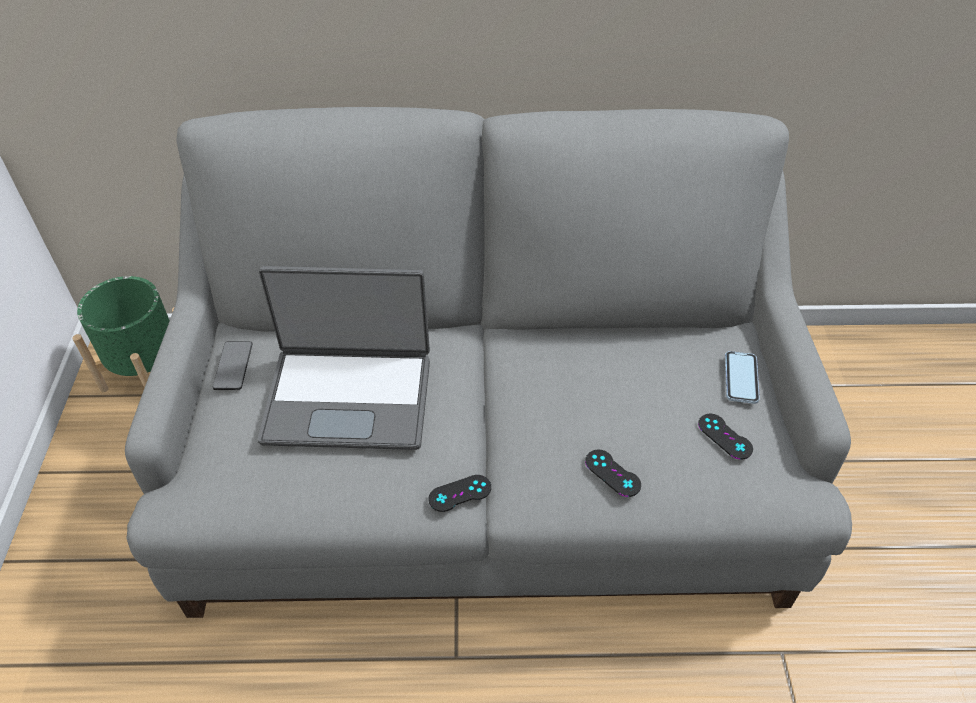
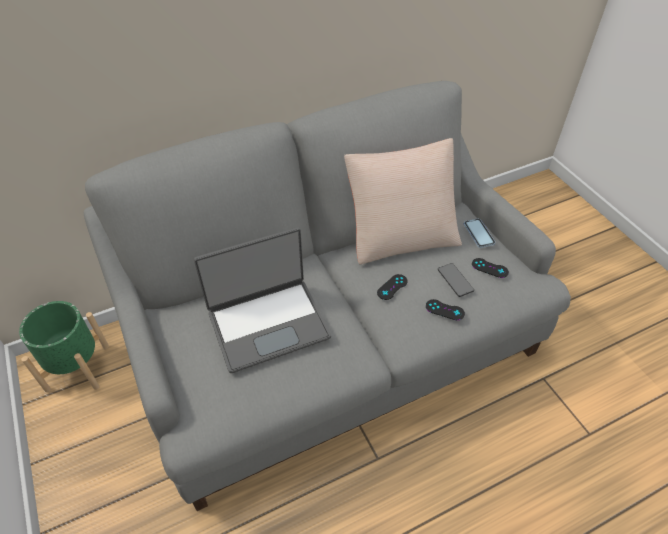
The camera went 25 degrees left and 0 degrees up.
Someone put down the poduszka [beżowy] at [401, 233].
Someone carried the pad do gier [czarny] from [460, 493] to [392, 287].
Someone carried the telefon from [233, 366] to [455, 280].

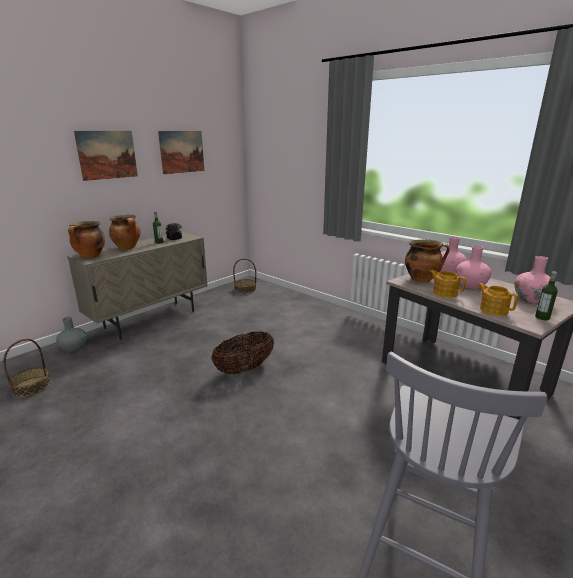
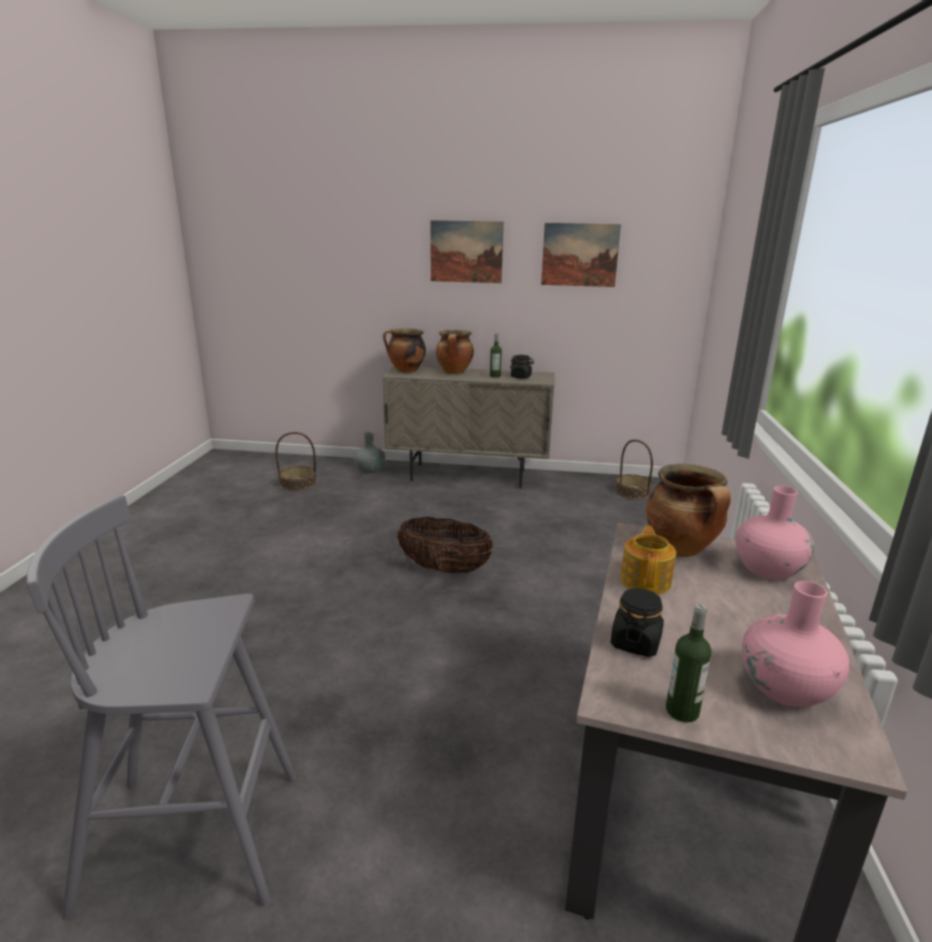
The camera went 55 degrees right and 0 degrees up.
Someone swapped the imbryk at [493, 310] for the słoik [czarny] at [635, 642].
Someone took away the wazon [różowy] at [470, 285].

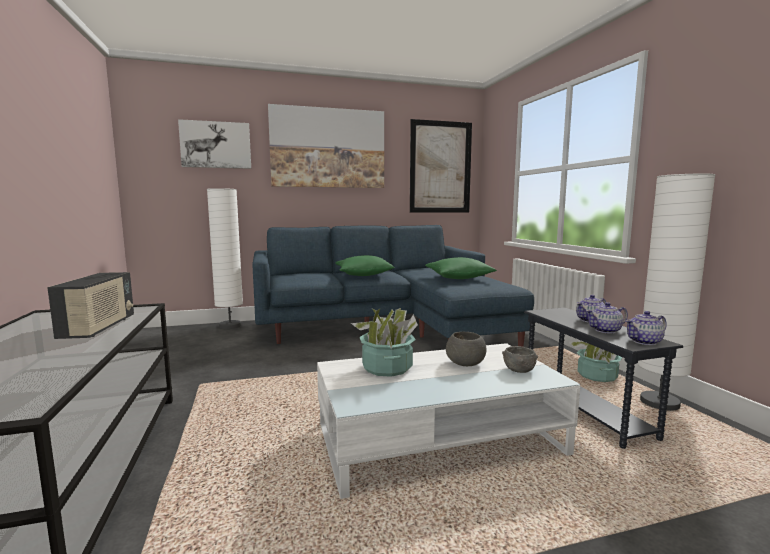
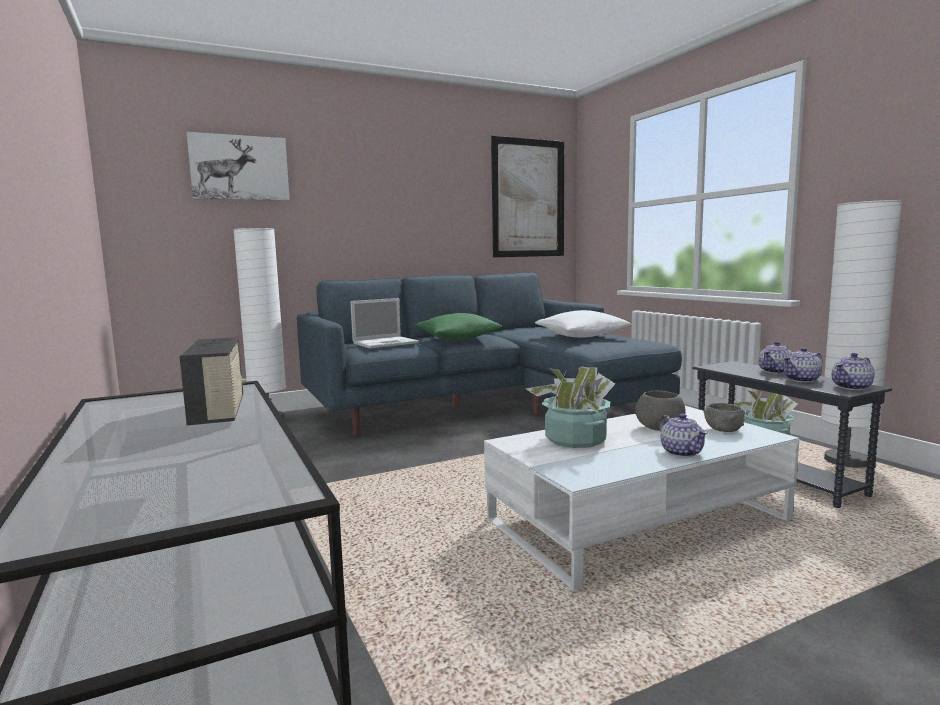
The camera went 10 degrees left and 0 degrees up.
Someone put down the laptop at [386, 343].
Someone repainted the poduszka [zielony] at [458, 278], which became the poduszka [biały] at [581, 337].
Someone put down the imbryk at [681, 452].
Someone took away the obraz at [328, 148].

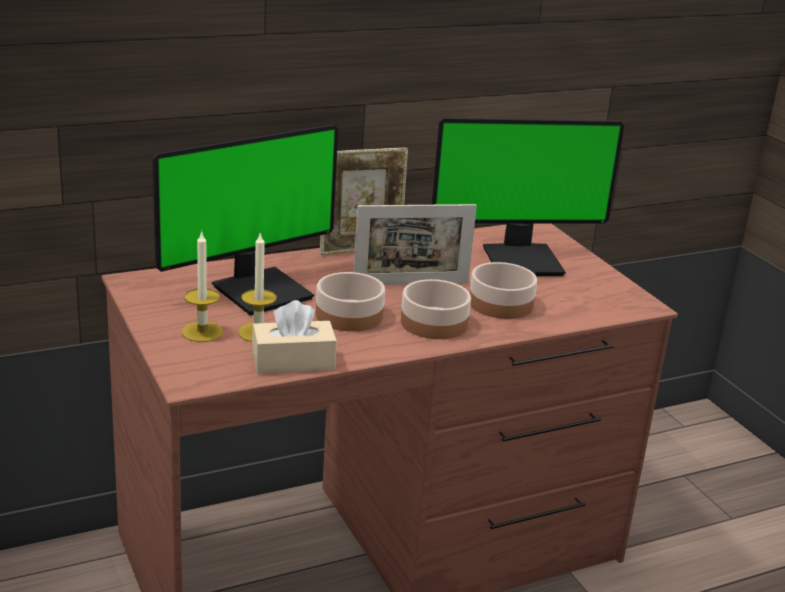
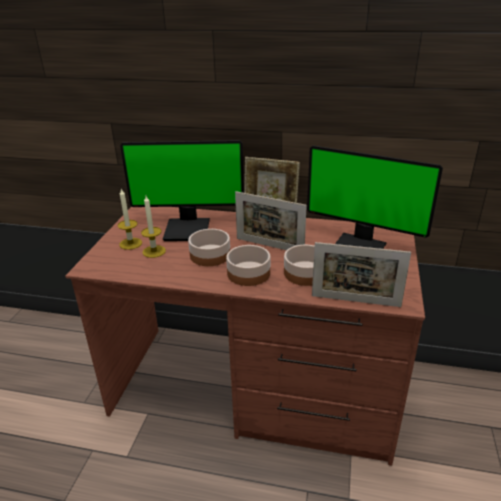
The camera went 40 degrees right and 5 degrees up.
Someone put down the ramka na zdjęcie at [355, 301].
Someone took away the pudełko chusteczek [beżowy] at [293, 361].

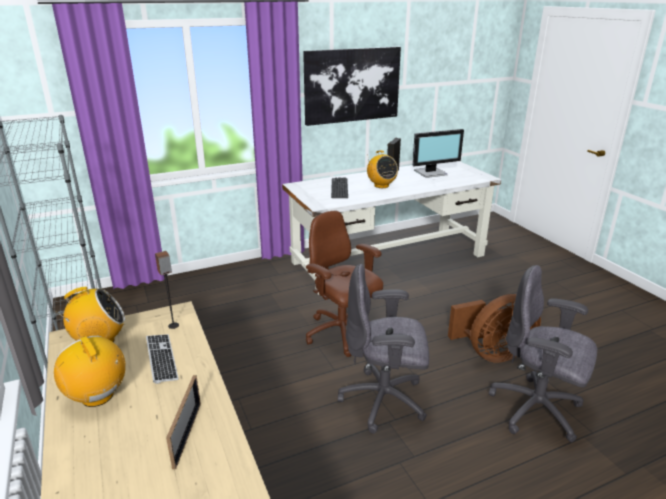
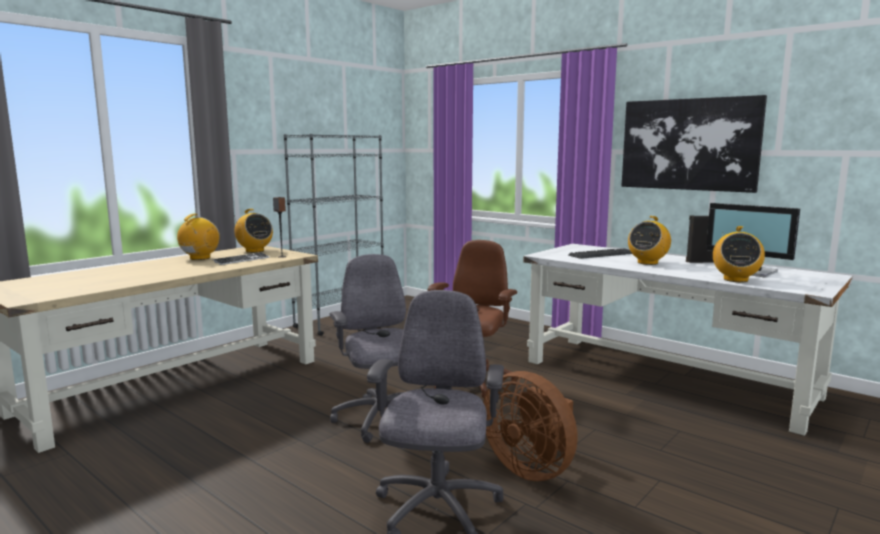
The camera went 65 degrees right and 15 degrees down.
Someone put down the radio at [735, 279].
Someone took away the ramka na zdjęcie at [187, 434].

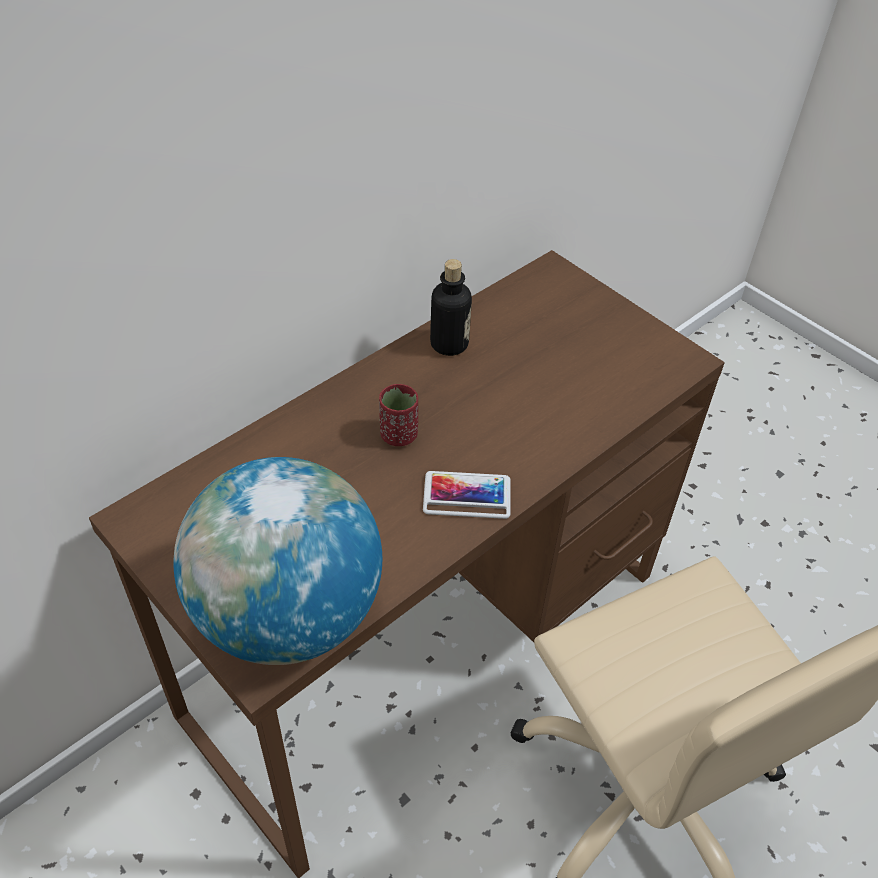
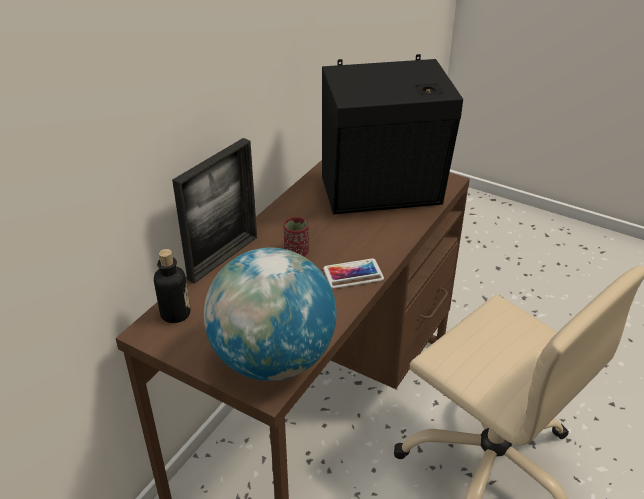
The camera went 15 degrees left and 10 degrees down.
Someone carried the butelka from [449, 344] to [175, 314].
Someone put down the ramka na zdjęcie at [223, 258].
Someone put down the głośnik [czarny] at [384, 194].

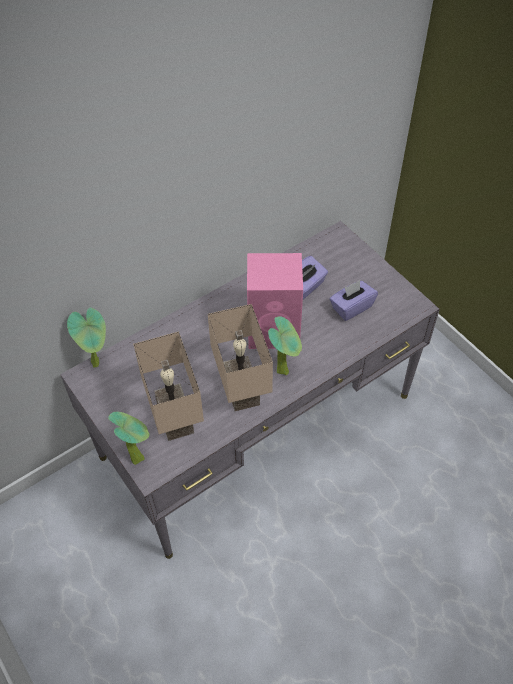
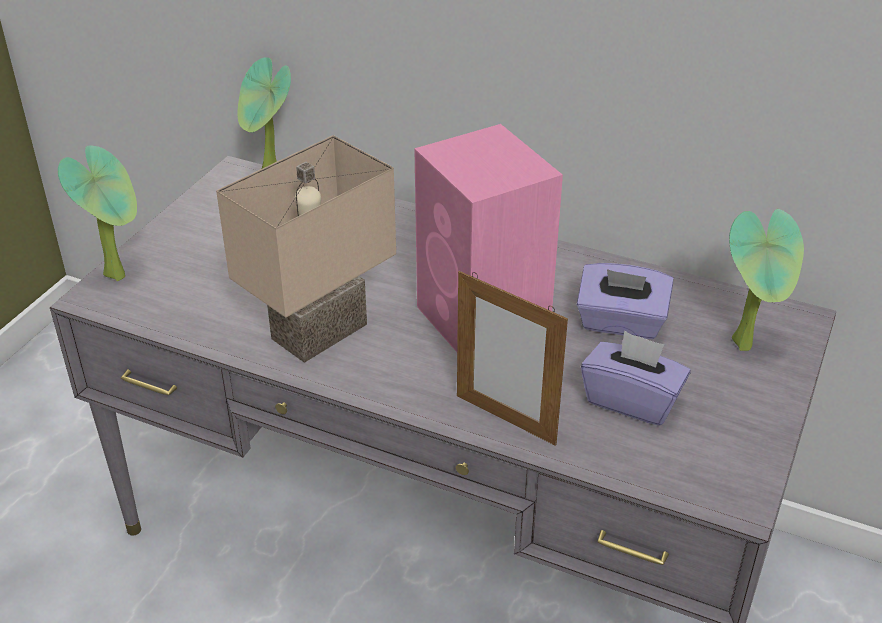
The camera went 60 degrees right and 15 degrees down.
Someone put down the ramka na zdjęcie at [505, 419].
Someone carried the roślina doniczkowa from [284, 370] to [747, 345].
Someone took away the lampa stołowa [beżowy] at [173, 419].

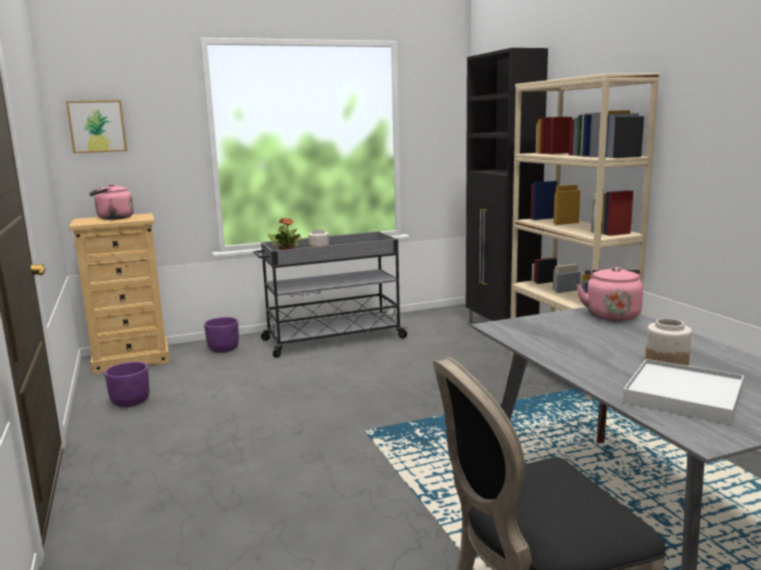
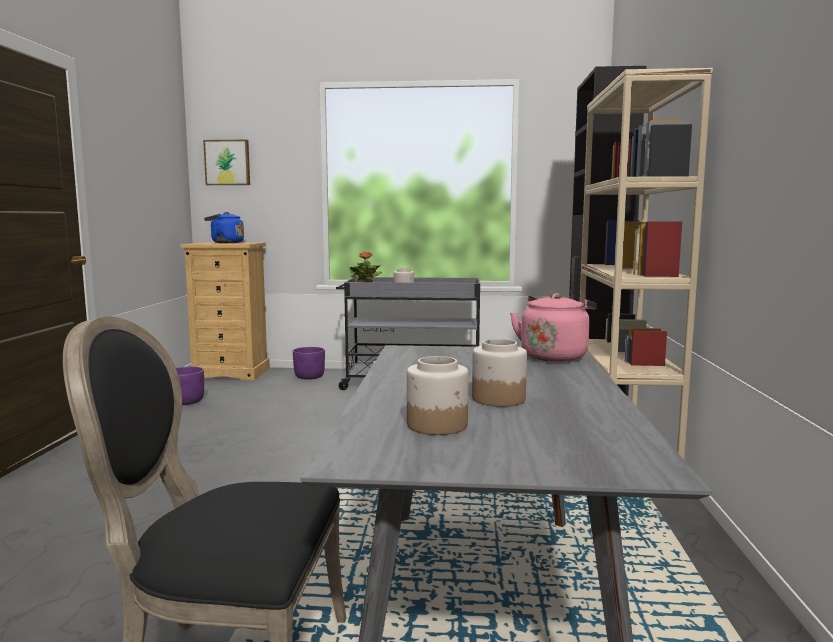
The camera went 25 degrees right and 5 degrees down.
Someone repainted the czajnik [różowy] at [113, 218], which became the czajnik [niebieski] at [225, 243].
Someone swapped the taca [biały] at [684, 395] for the słoik at [438, 425].

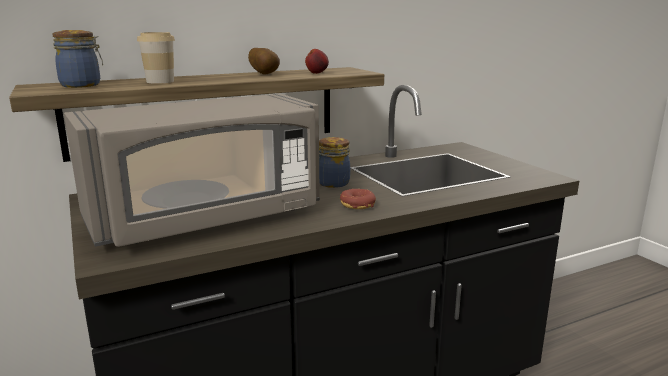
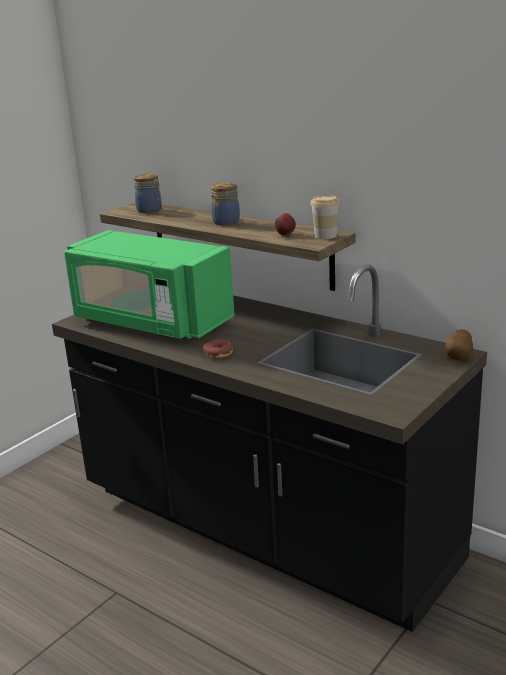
The camera went 65 degrees right and 5 degrees up.
Someone repainted the mikrofalówka [szary] at [208, 218], which became the mikrofalówka [zielony] at [151, 322].
Someone carried the słoik from [332, 183] to [225, 222].
Someone carried the filiżanka from [160, 81] to [325, 236].
Someone carried the ziemniak from [265, 74] to [459, 358].

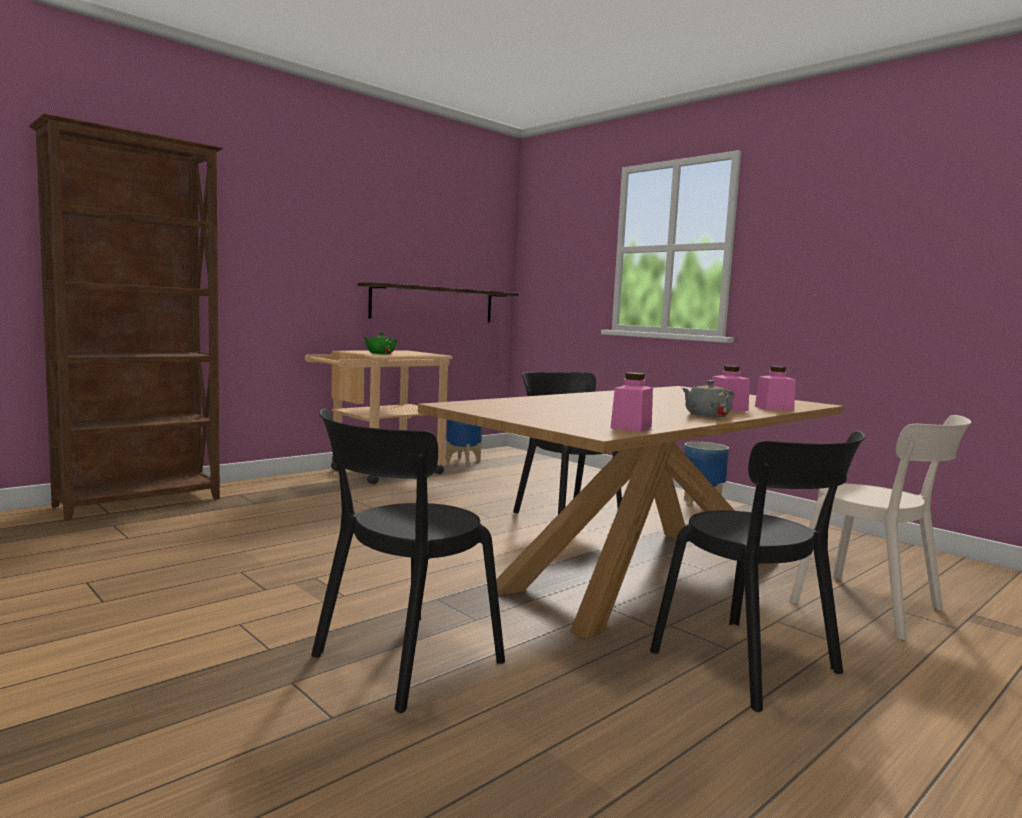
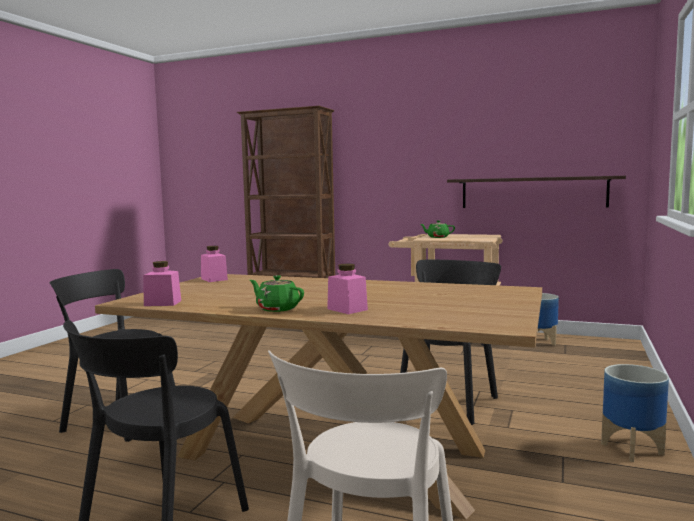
The camera went 65 degrees right and 0 degrees up.
Someone carried the słoik [różowy] from [774, 408] to [214, 279].
Someone repainted the imbryk [szary] at [706, 415], which became the imbryk [zielony] at [277, 308].

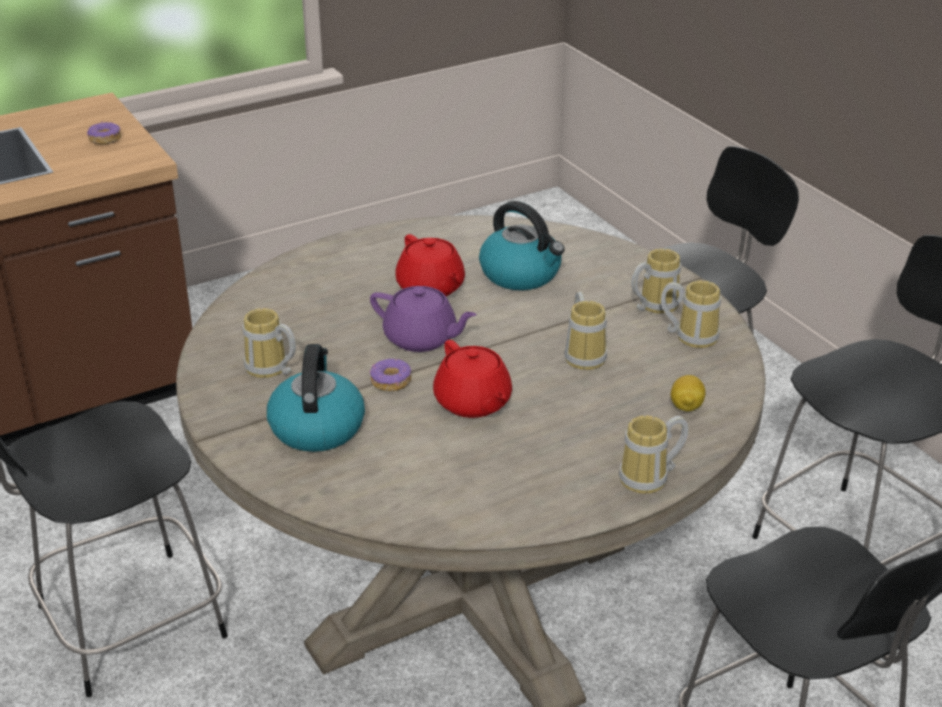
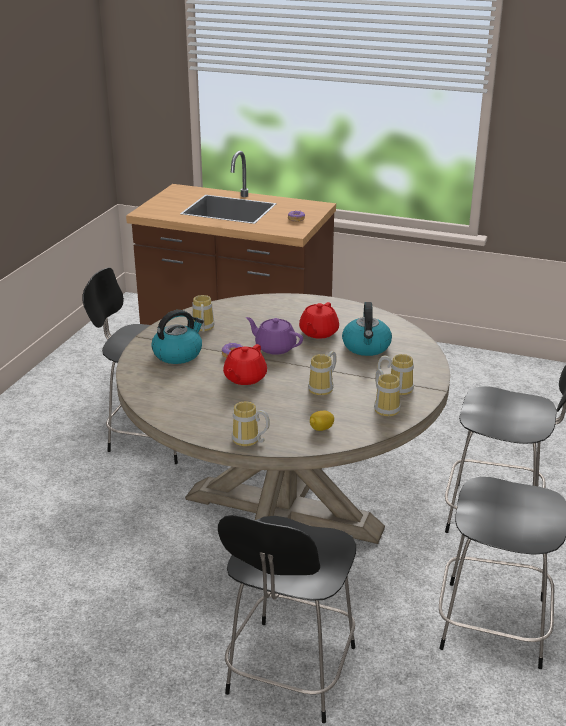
The camera went 50 degrees right and 5 degrees down.
Someone rotated the imbryk [fioletowy] at [421, 339] by 135 degrees clockwise.

